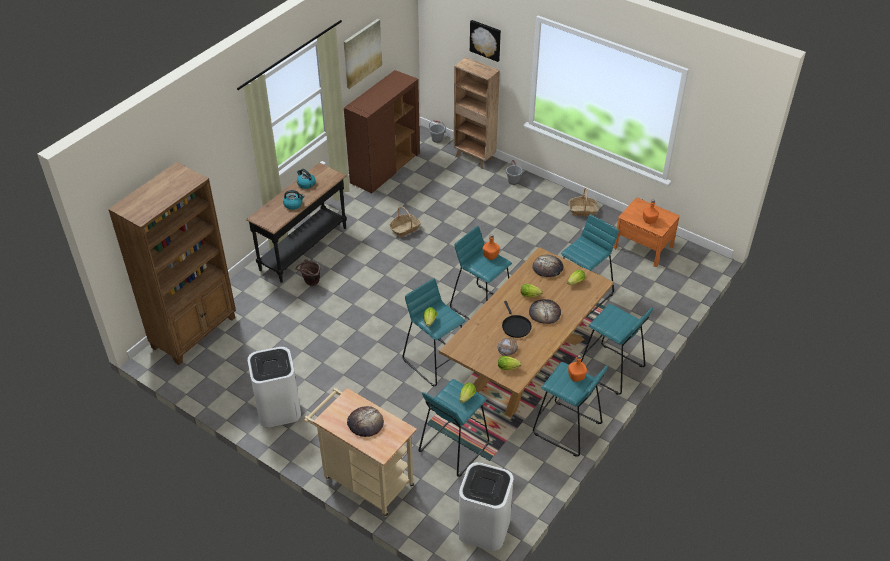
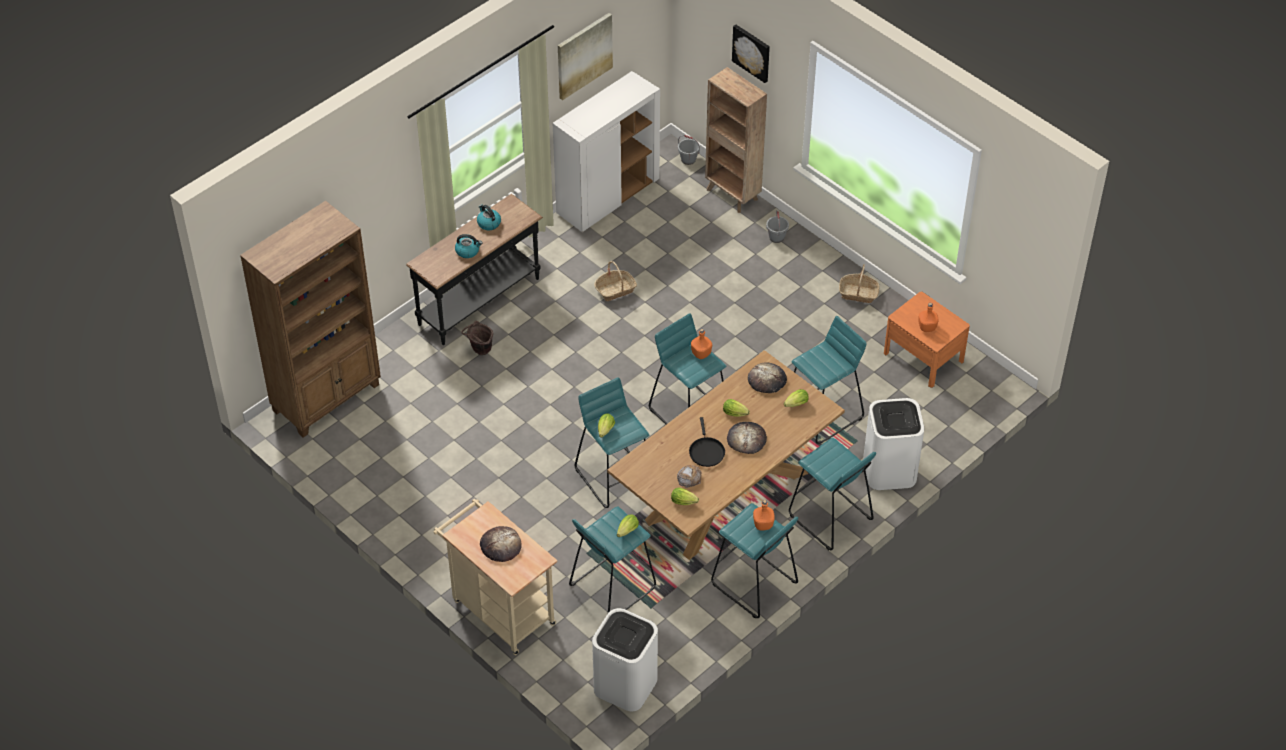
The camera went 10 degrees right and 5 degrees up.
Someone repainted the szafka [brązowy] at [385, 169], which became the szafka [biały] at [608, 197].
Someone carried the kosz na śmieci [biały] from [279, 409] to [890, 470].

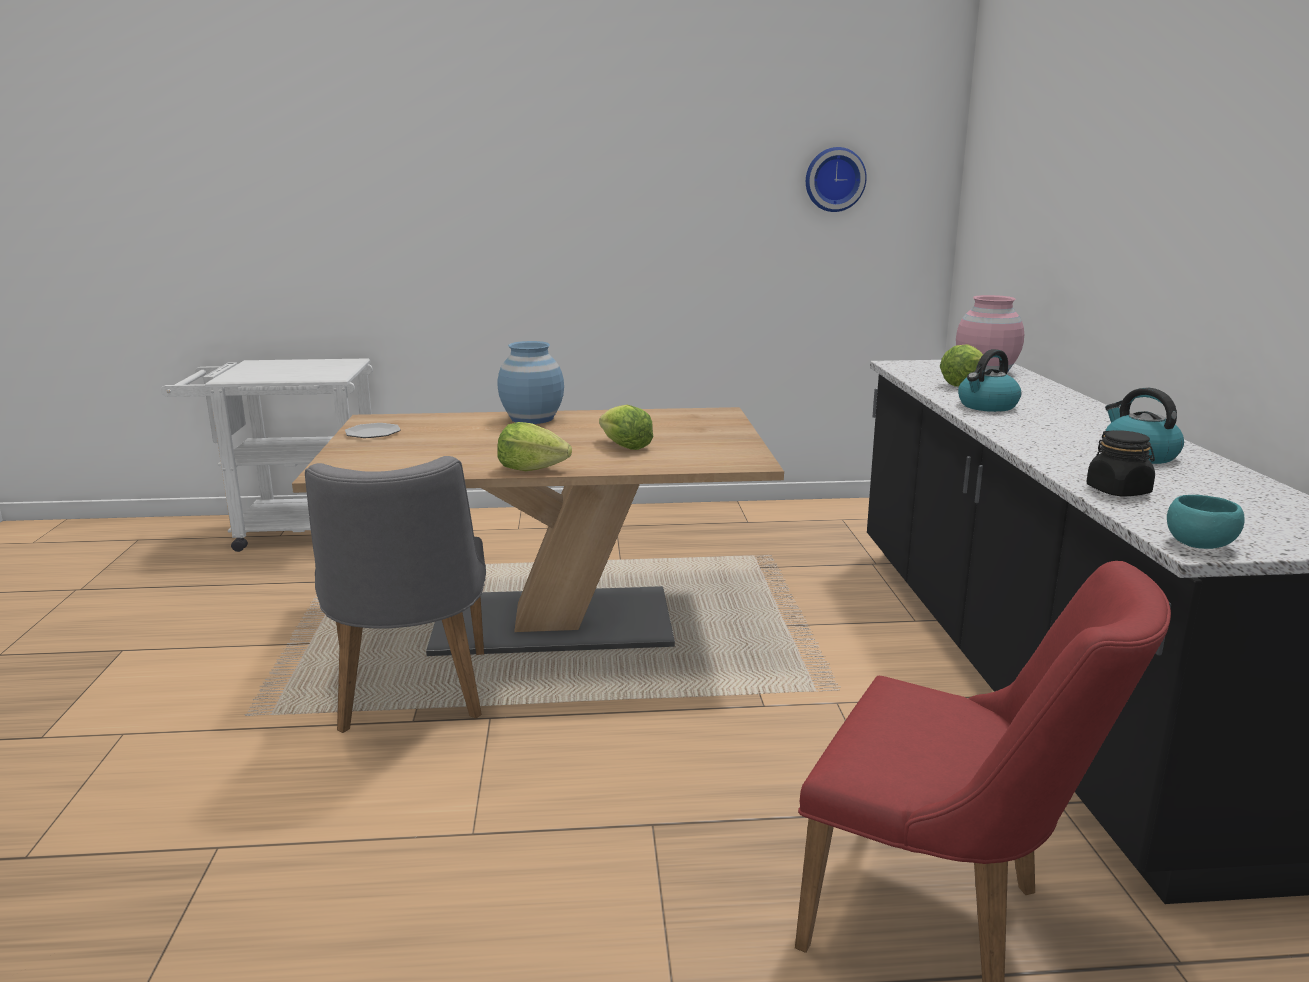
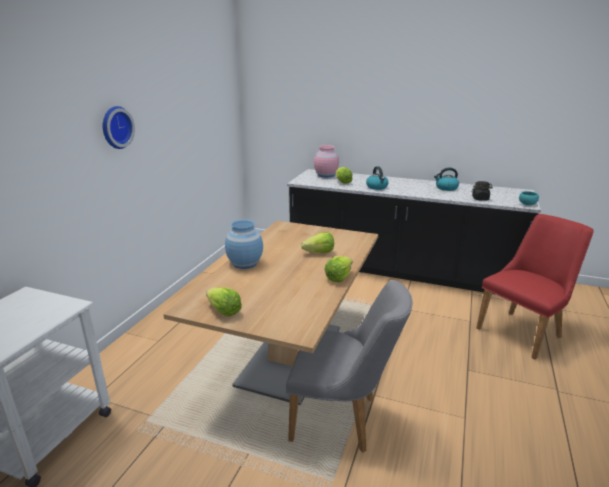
The camera went 65 degrees left and 5 degrees up.
Someone carried the zegar ścienny from [834, 179] to [115, 127].
Someone swapped the talerz at [372, 433] for the sałata at [223, 311].

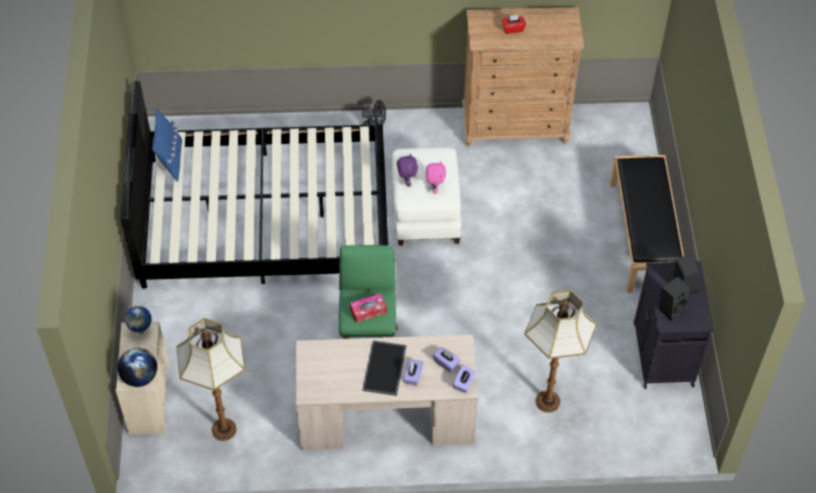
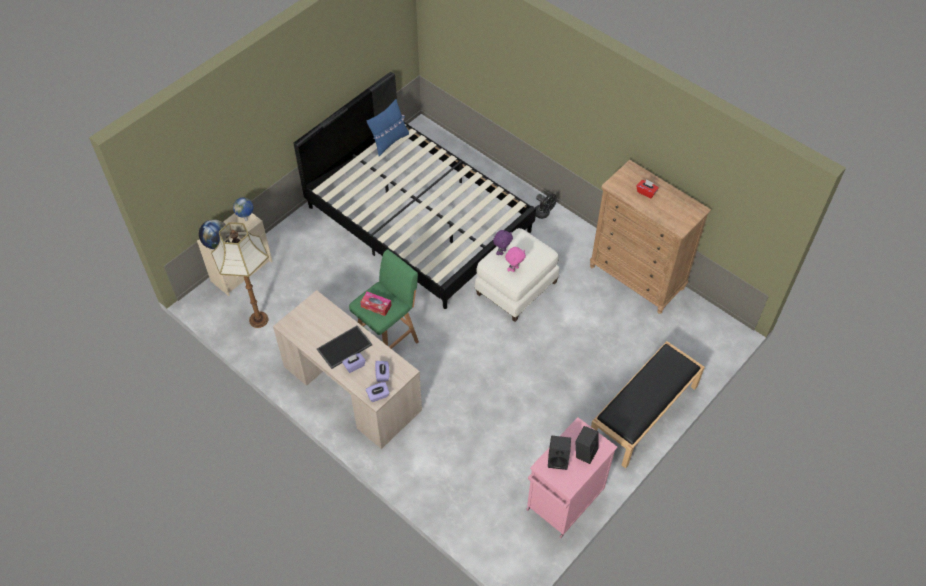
The camera went 45 degrees right and 0 degrees up.
Someone repainted the szafka [czarny] at [663, 356], which became the szafka [różowy] at [564, 500].
Someone took away the lampa stojąca at [548, 402].

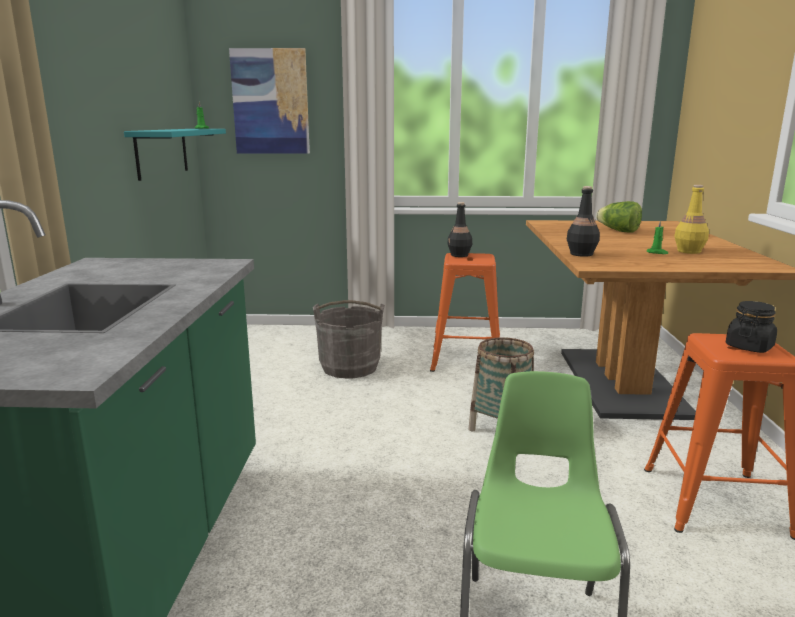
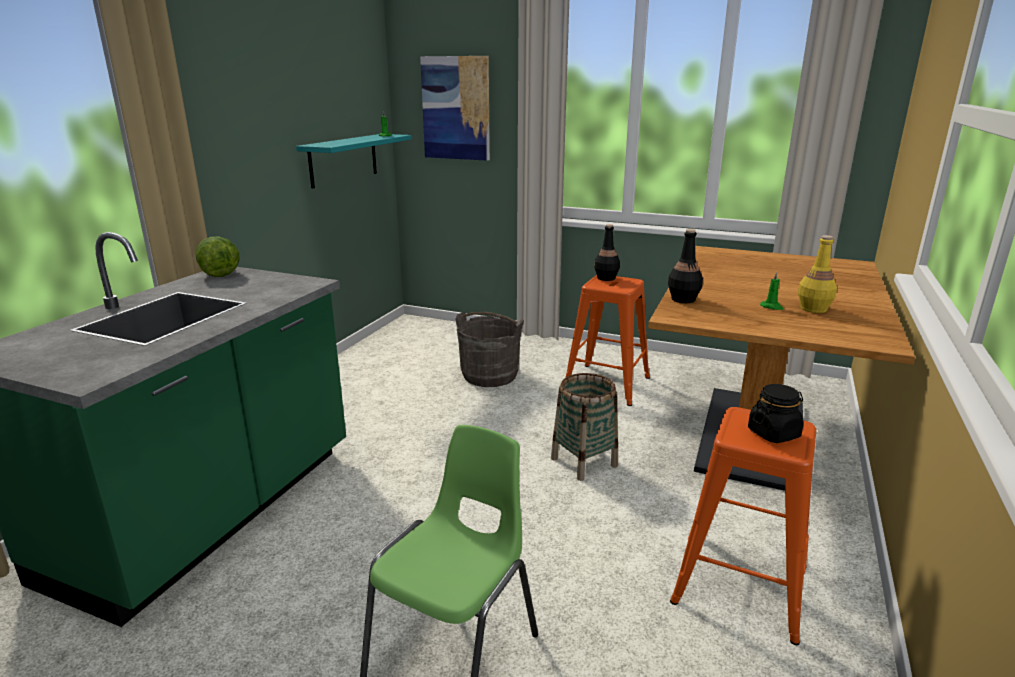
The camera went 20 degrees right and 5 degrees up.
Someone carried the sałata from [618, 231] to [218, 273].

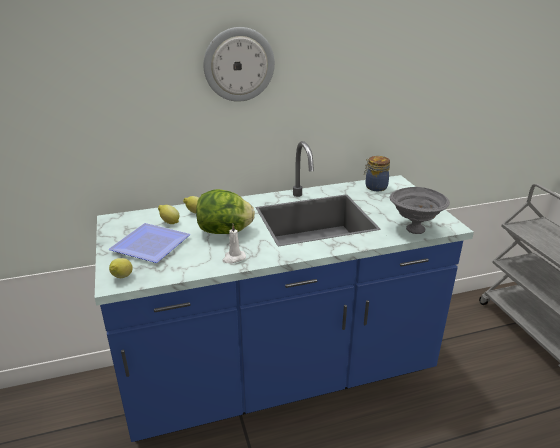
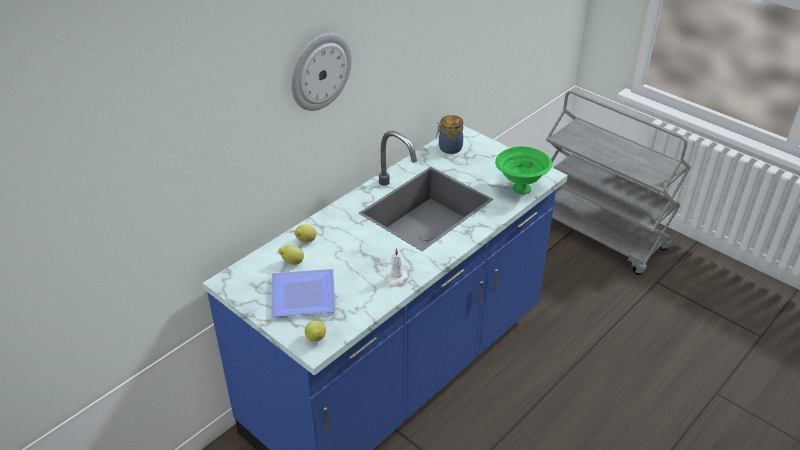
The camera went 30 degrees left and 10 degrees up.
Someone repainted the miska [szary] at [413, 229], which became the miska [zielony] at [520, 189].
Someone took away the sałata at [225, 231].

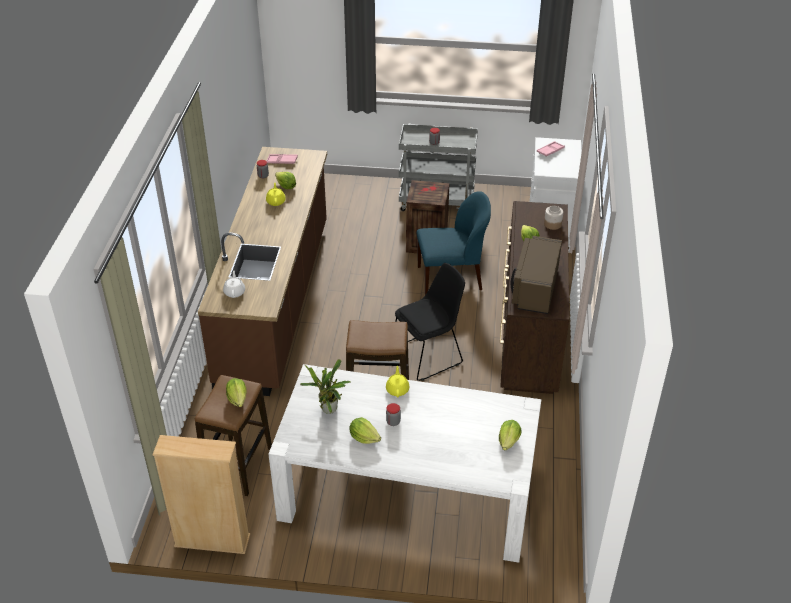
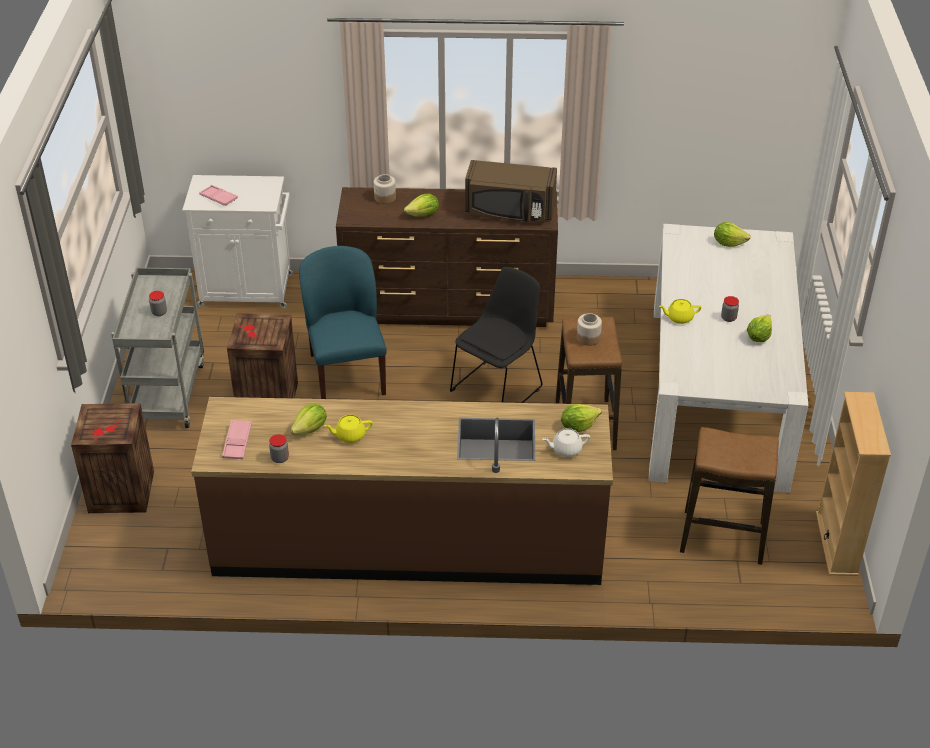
The camera went 95 degrees left and 0 degrees up.
Someone put down the skrzynka at [122, 492].
Someone rotated the krzesło [czarny] at [428, 355] by 75 degrees clockwise.
Someone carried the sałata from [238, 399] to [578, 426].
Someone put down the słoik at [588, 338].
Someone took away the roślina doniczkowa at [328, 411].

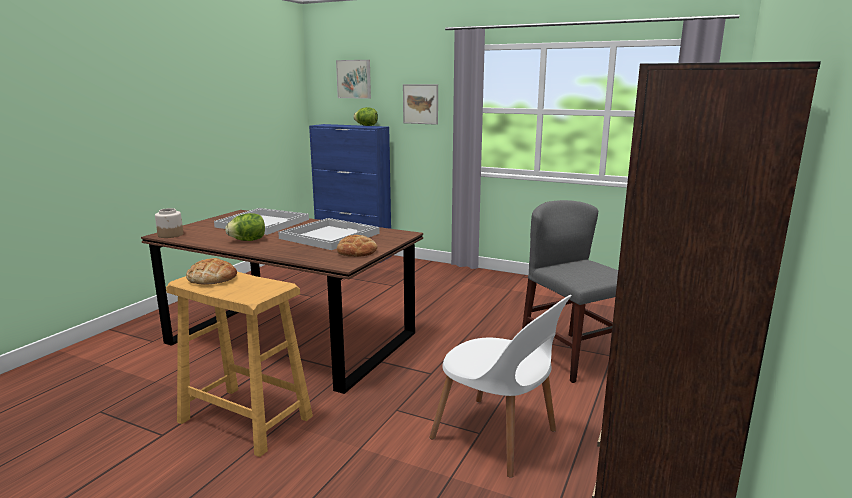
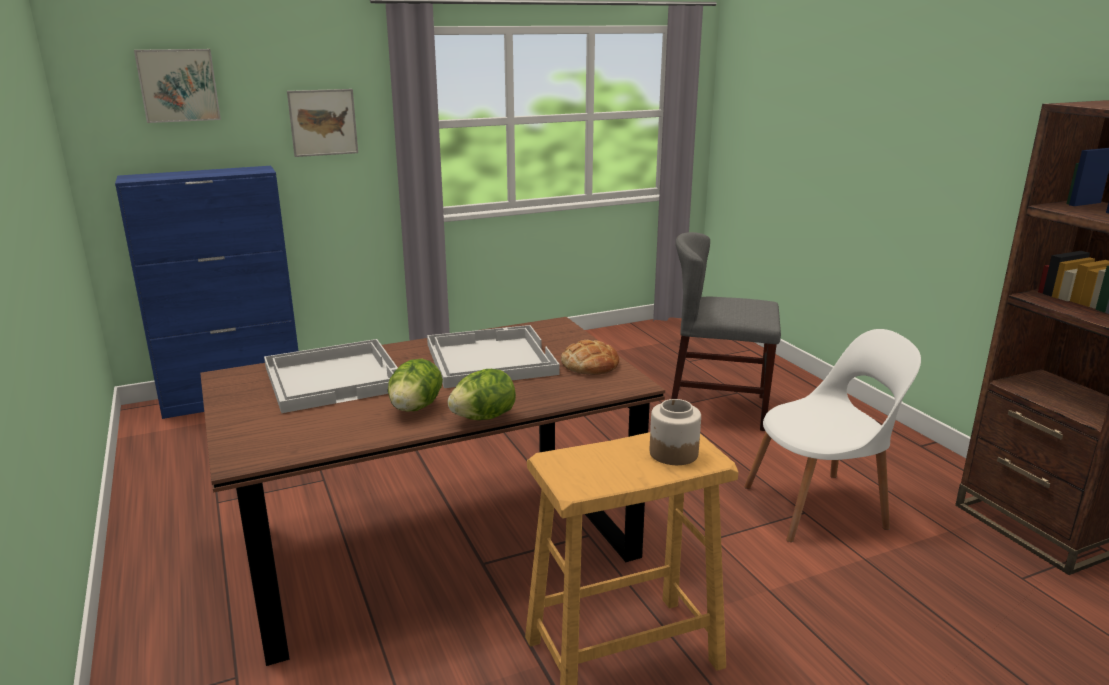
The camera went 50 degrees left and 5 degrees up.
Someone carried the sałata from [366, 126] to [483, 417].
Someone carried the słoik from [171, 235] to [673, 453].
Someone took away the chleb at [212, 278].

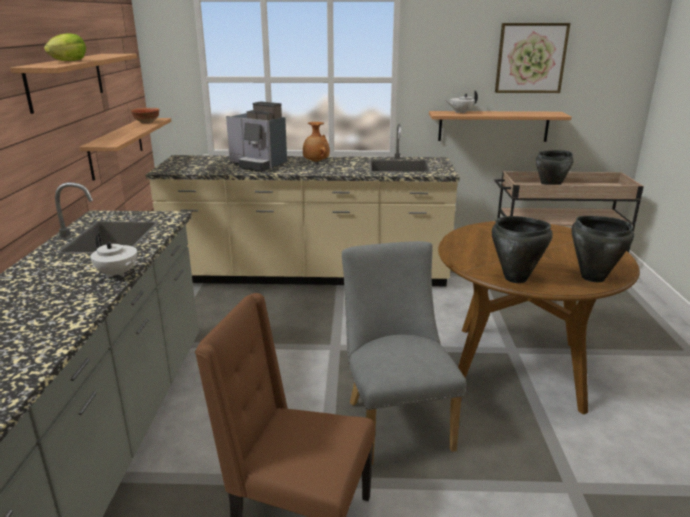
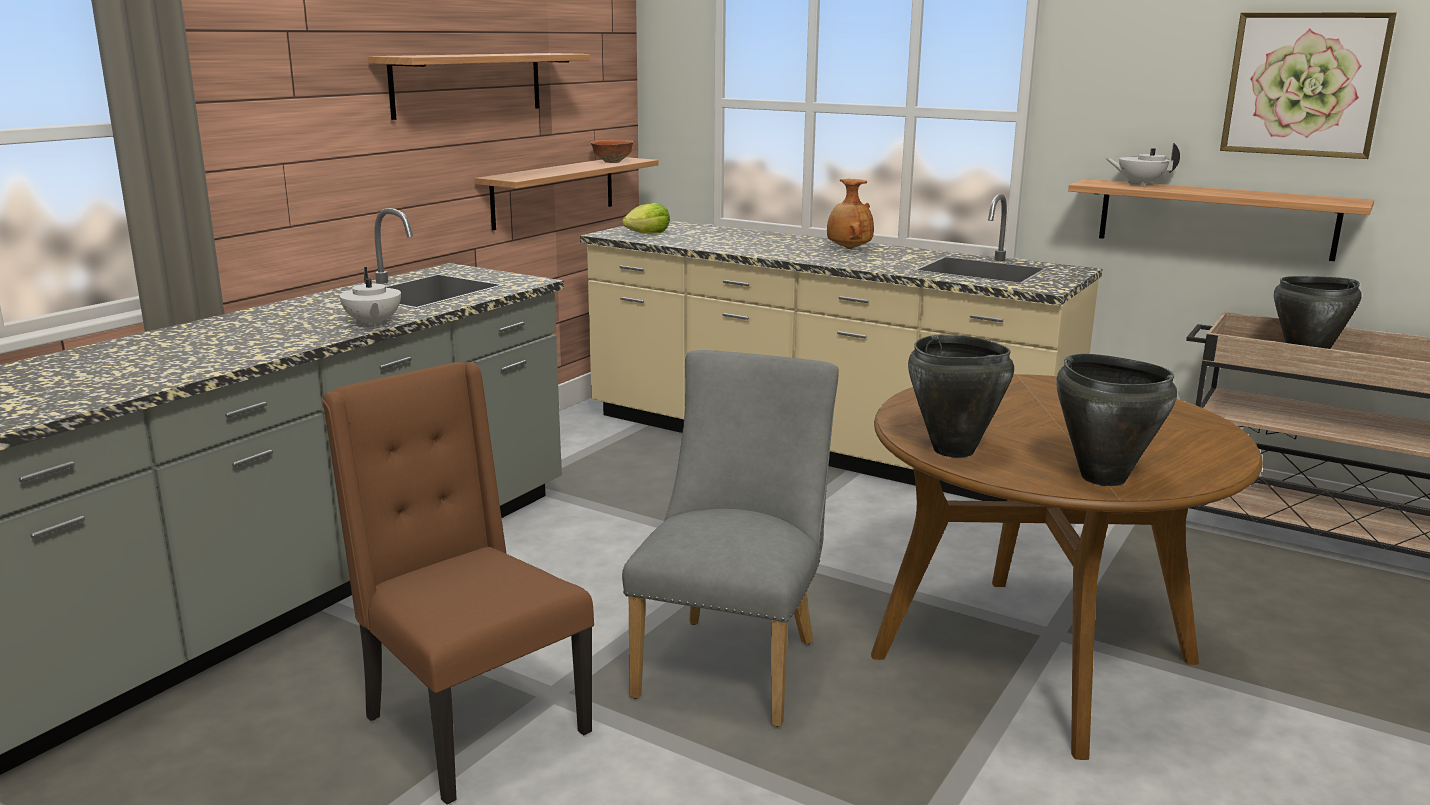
The camera went 30 degrees right and 5 degrees down.
Someone carried the sałata from [68, 61] to [647, 234].
Someone took away the ekspres do kawy at [258, 165].

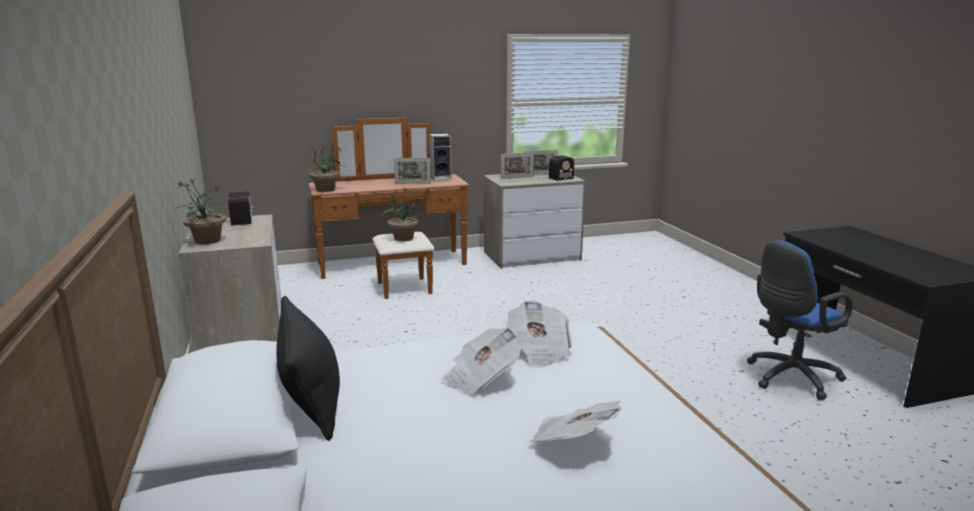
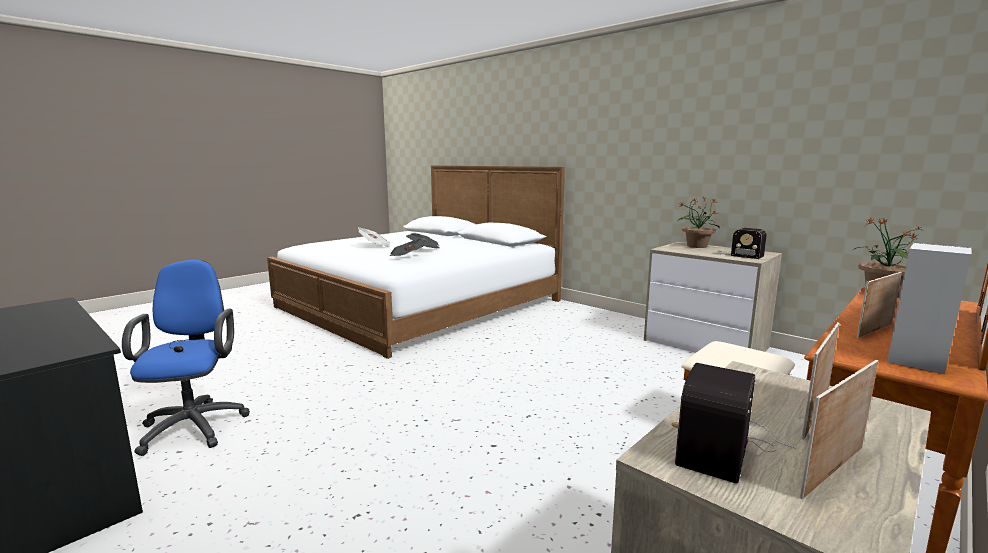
The camera went 150 degrees right and 5 degrees down.
Someone rotated the krzesło biurowe [niebieski] at [789, 378] by 45 degrees counterclockwise.
Someone took away the poduszka [czarny] at [311, 398].
Someone took away the roślina doniczkowa at [403, 238].

